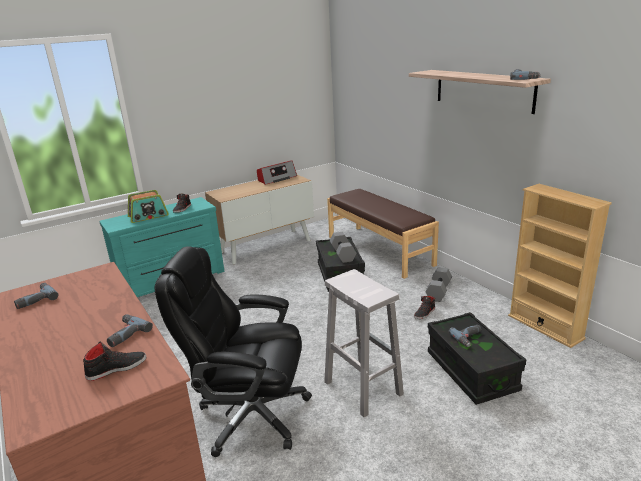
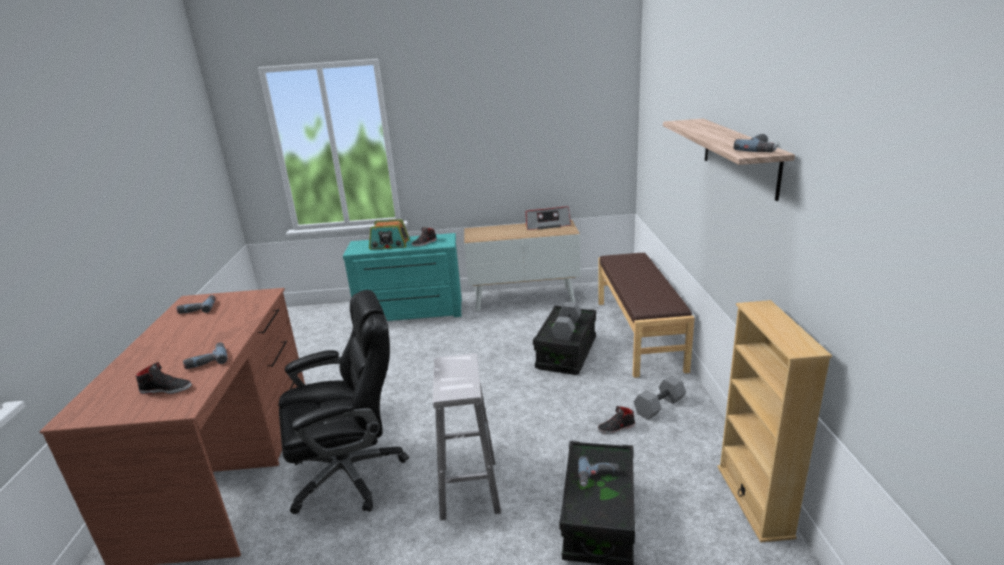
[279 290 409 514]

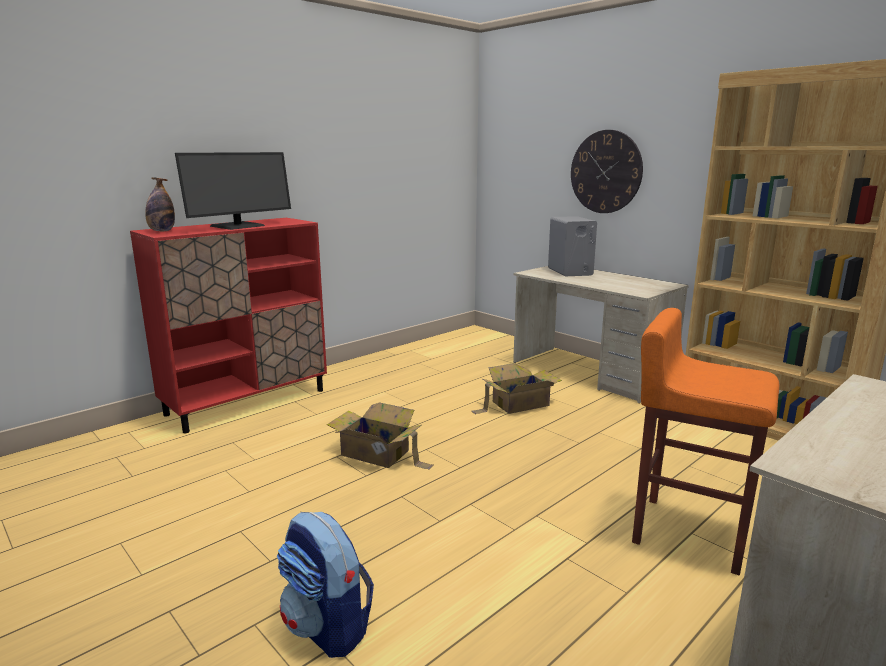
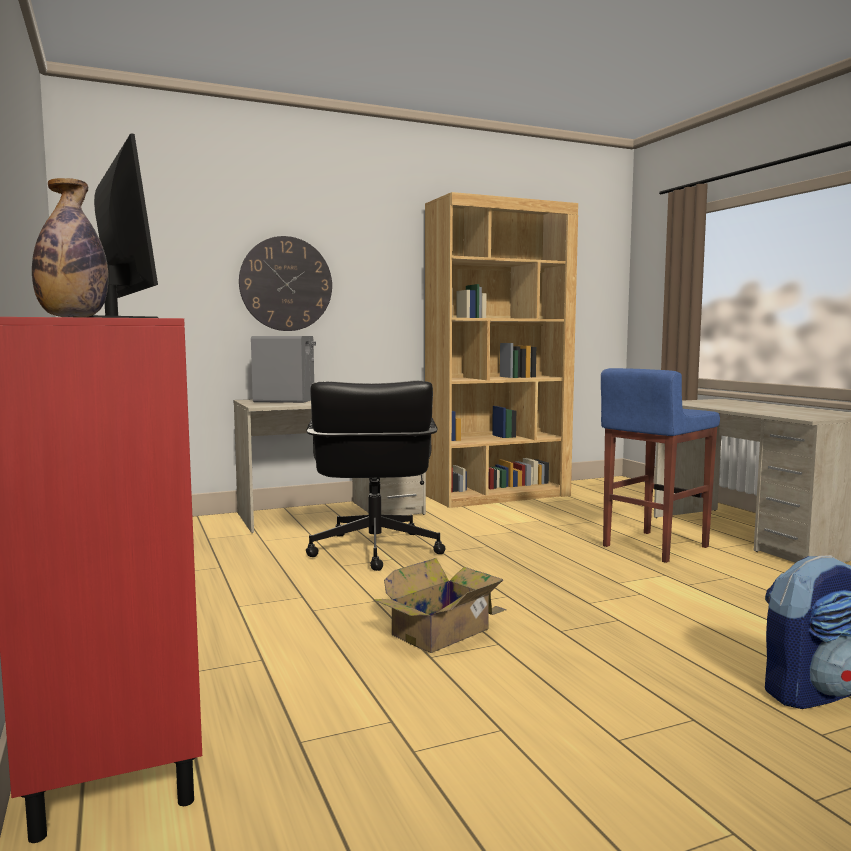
[601 368 720 563]
[306 381 445 571]

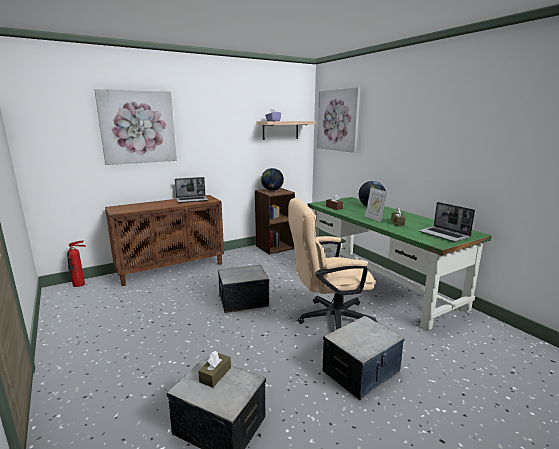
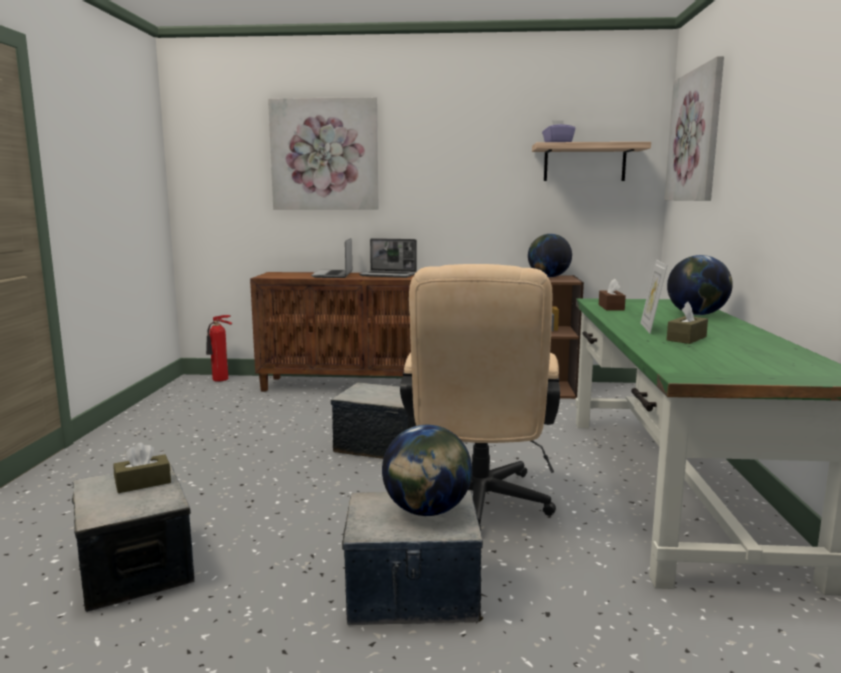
[400 264 560 531]
[311 238 352 278]
[382 425 472 516]

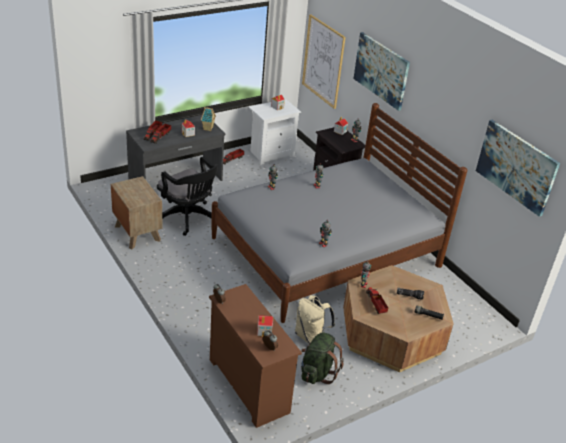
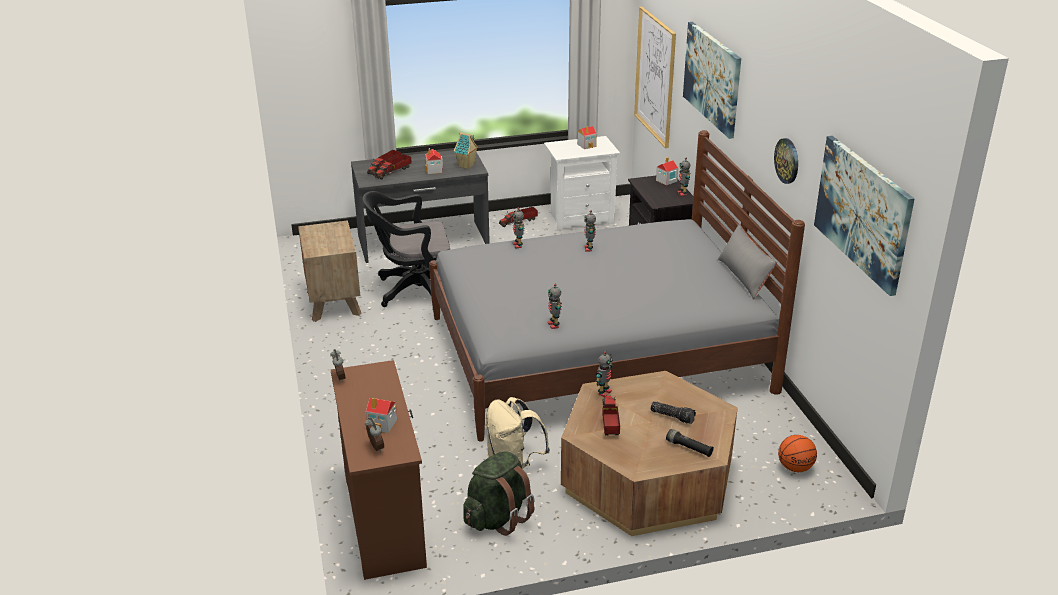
[363 191 450 307]
[774 138 798 184]
[718 224 777 299]
[778 435 817 472]

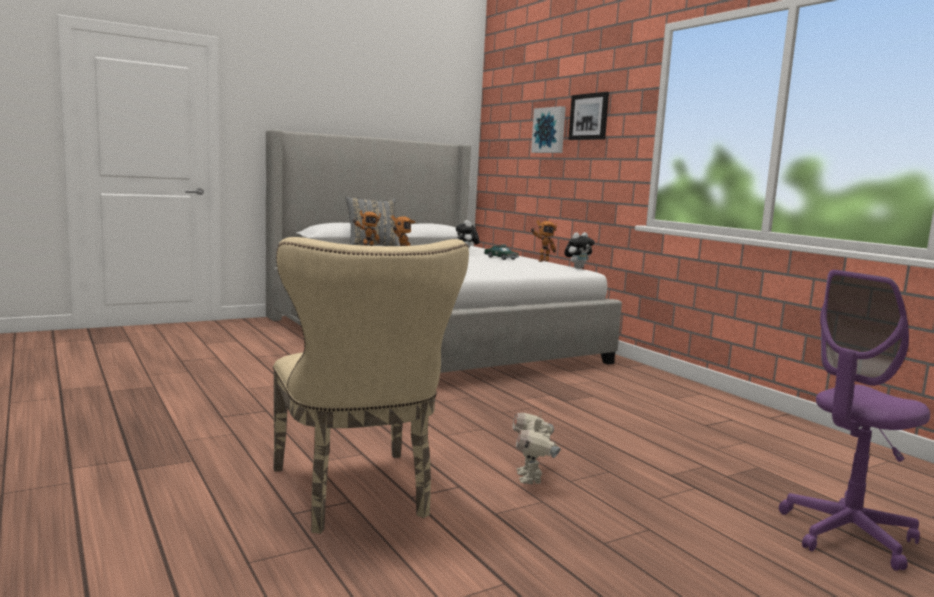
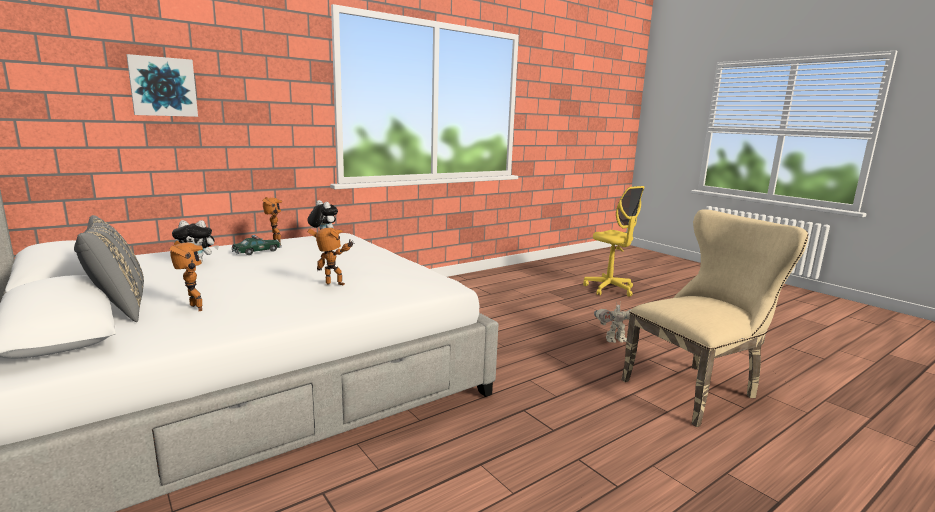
[568 92 609 140] (first image)
[583 186 644 297]

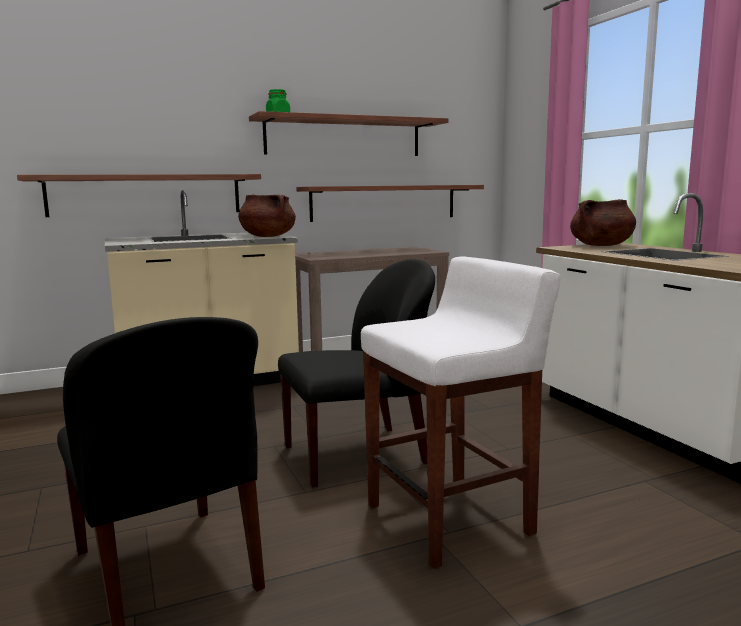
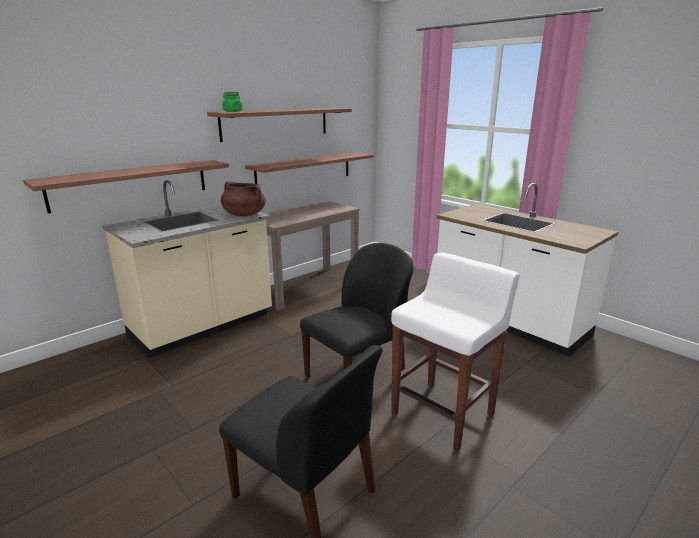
[570 199 636 246] (first image)

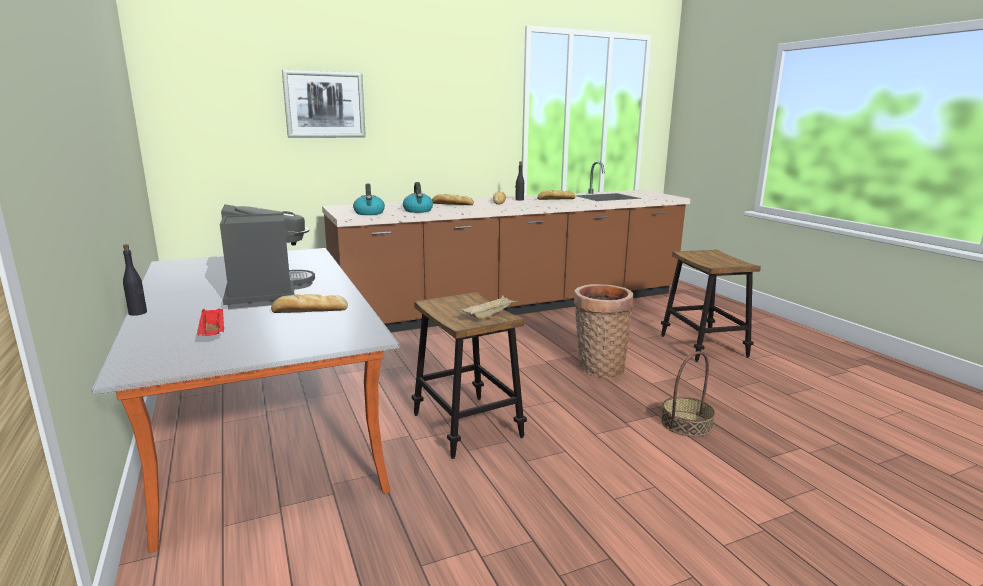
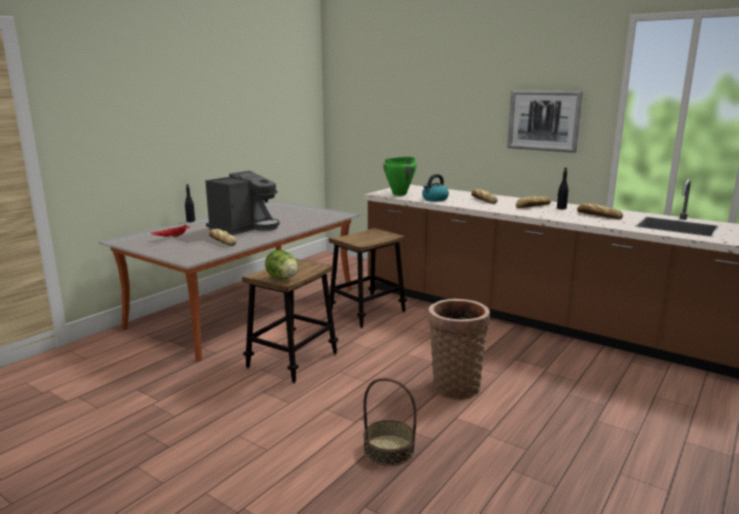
[507 90 583 153]
[383 157 417 196]
[329 228 407 328]
[265 250 298 279]

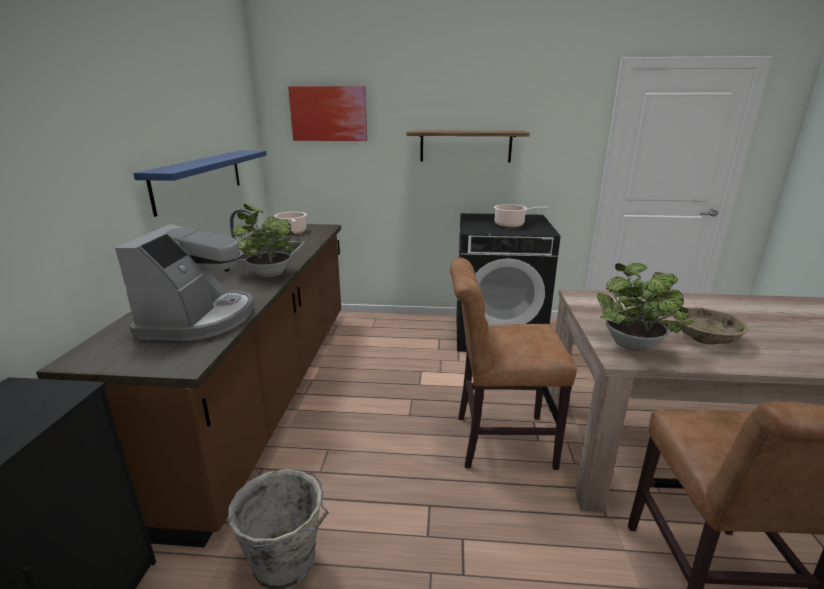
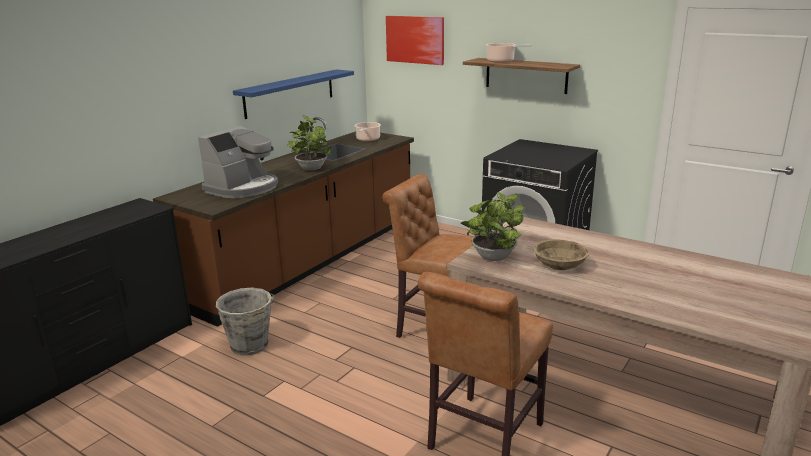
[486 43 532 63]

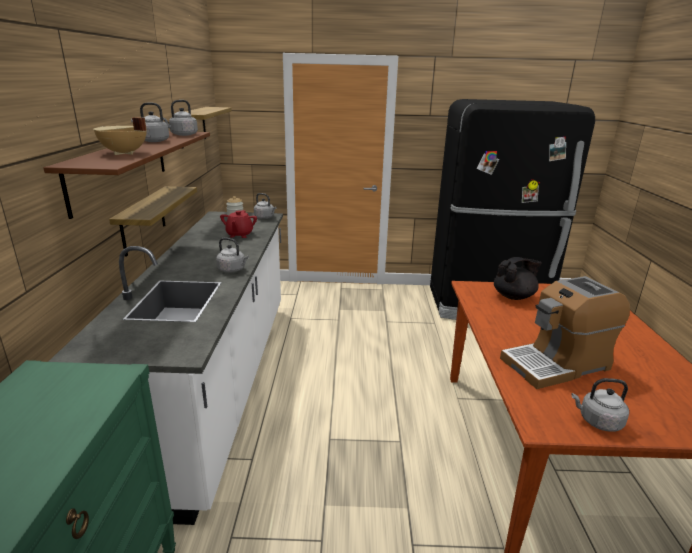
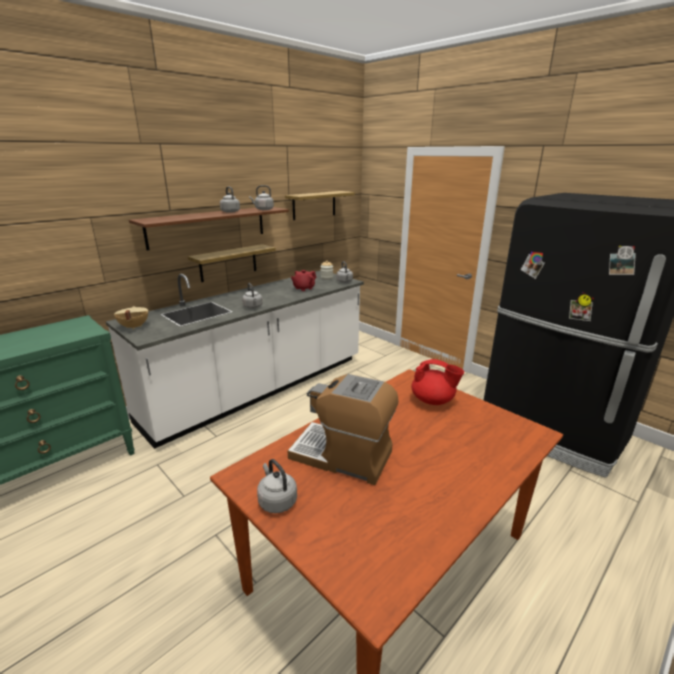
[114 306 148 330]
[411 359 464 405]

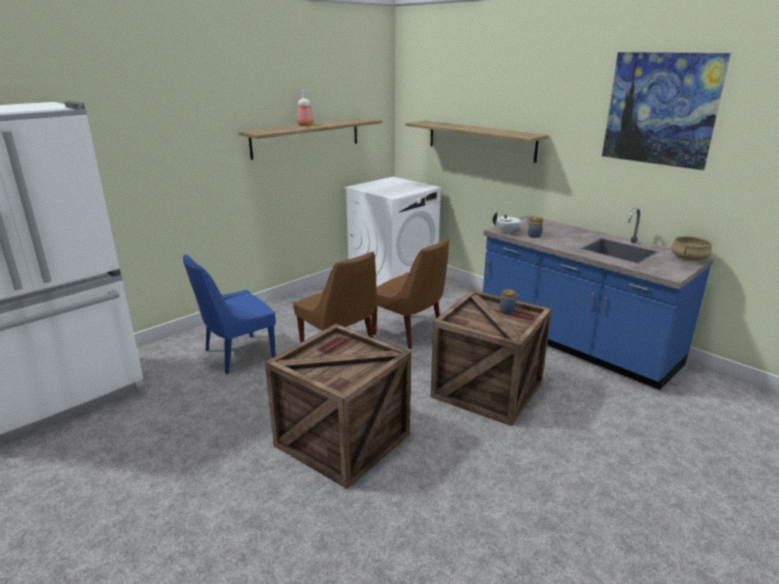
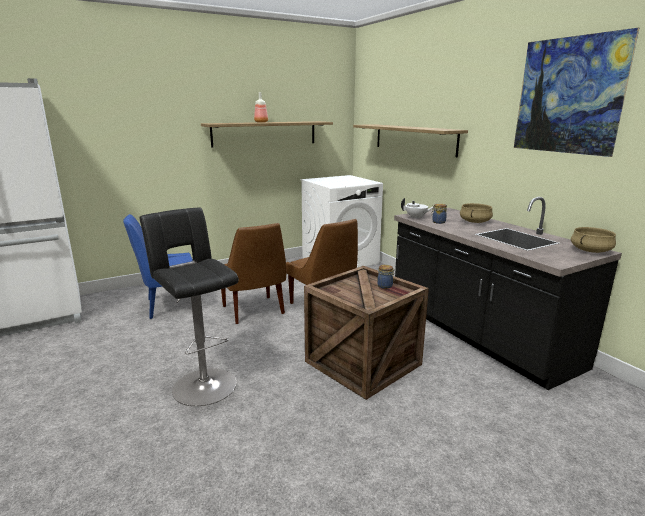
[394 197 622 390]
[139 208 239 406]
[460 203 493 223]

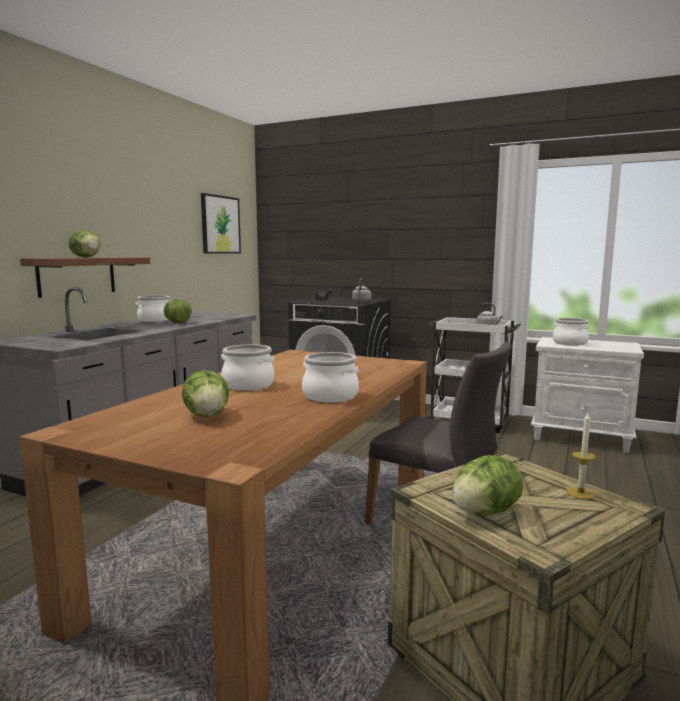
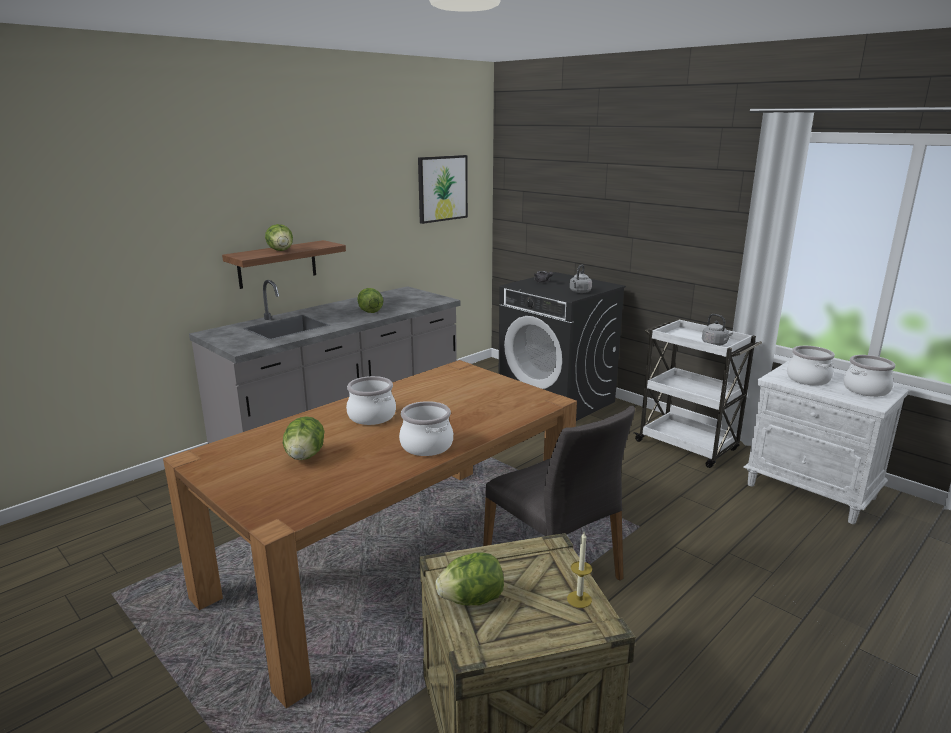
[843 355 895 397]

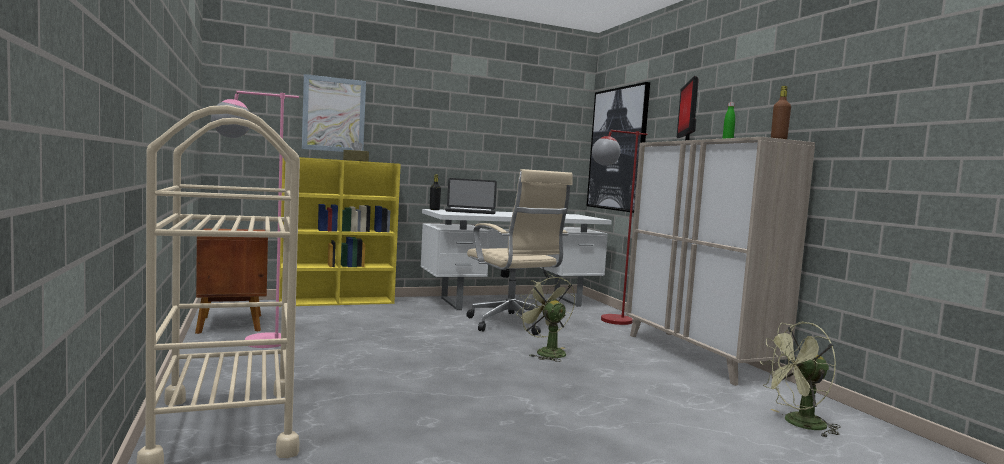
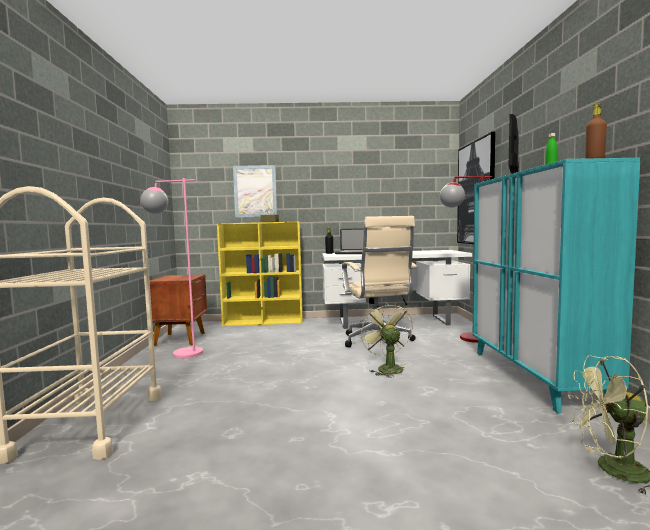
[473 158 640 413]

